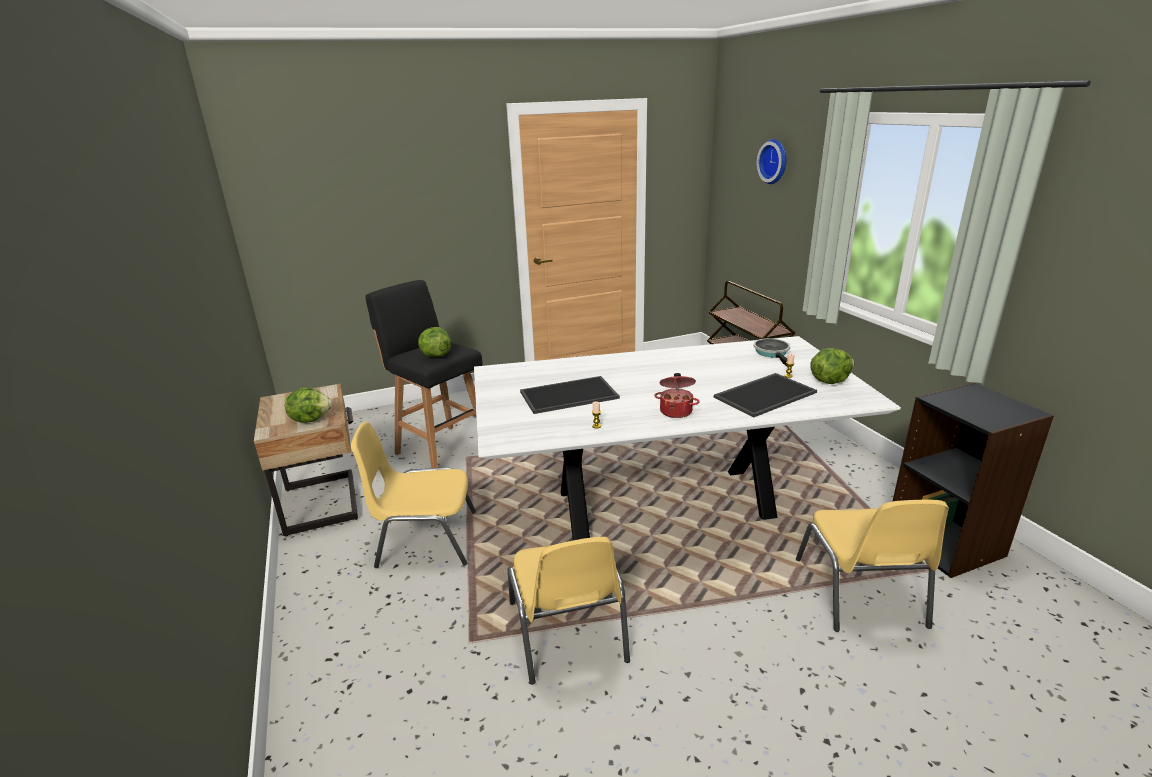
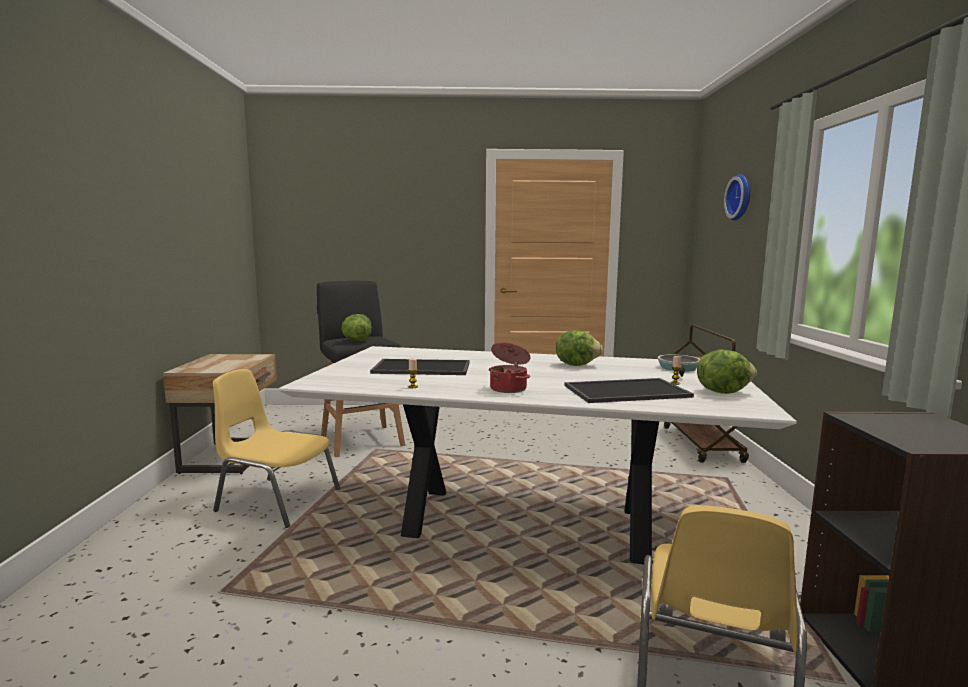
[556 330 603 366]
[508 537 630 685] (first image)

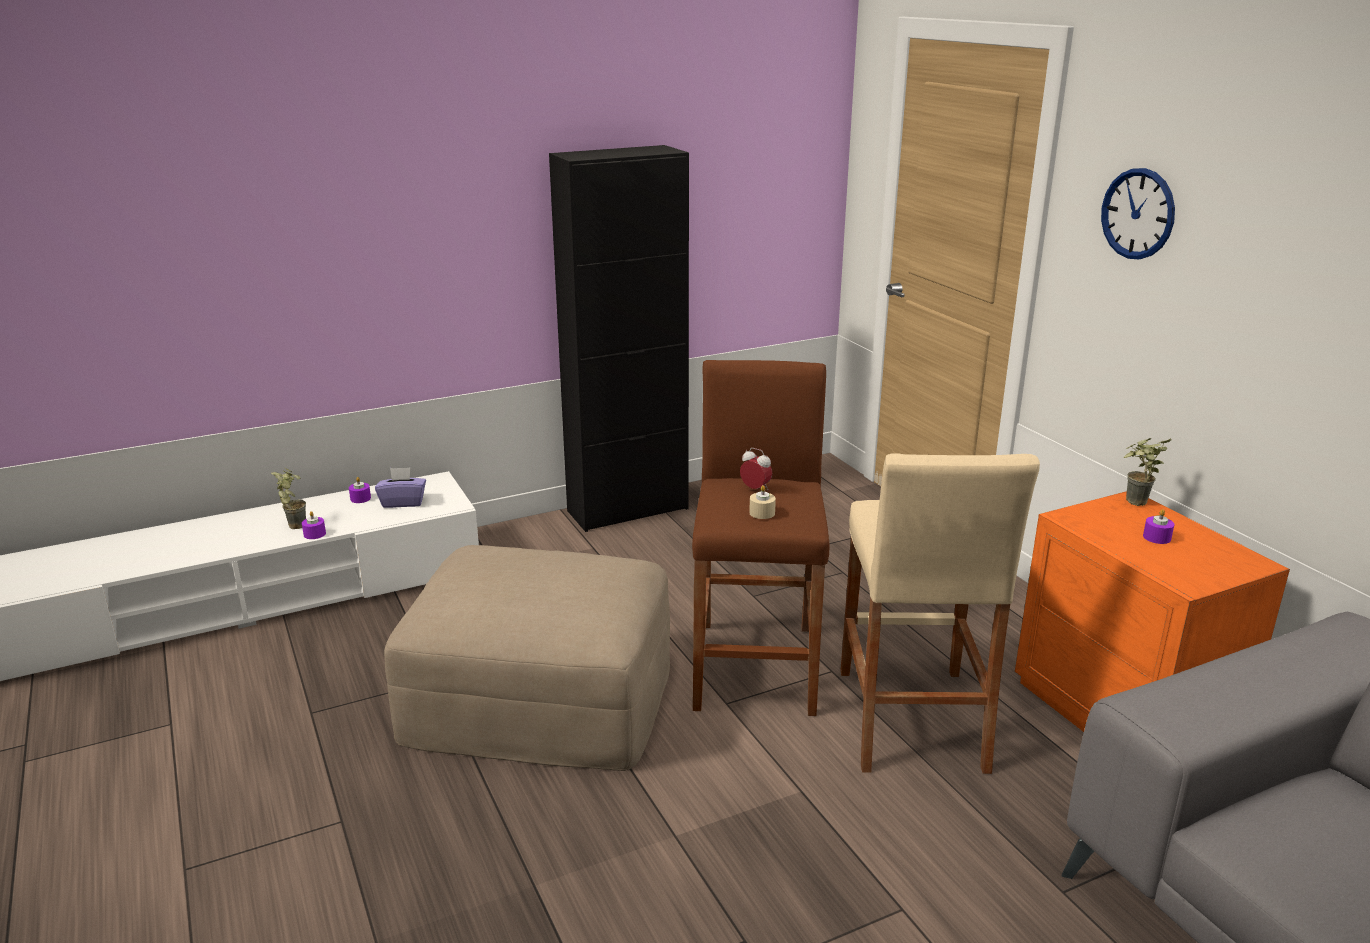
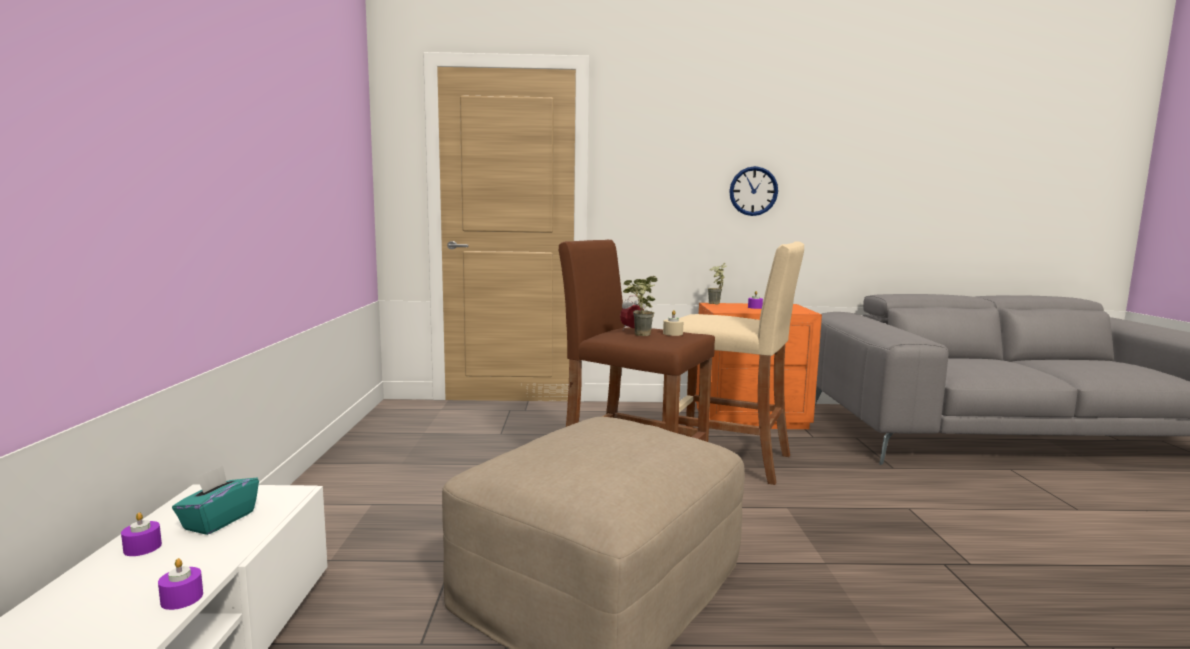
[549 145 689 532] (first image)
[729 166 778 216]
[172 466 259 535]
[623 276 658 336]

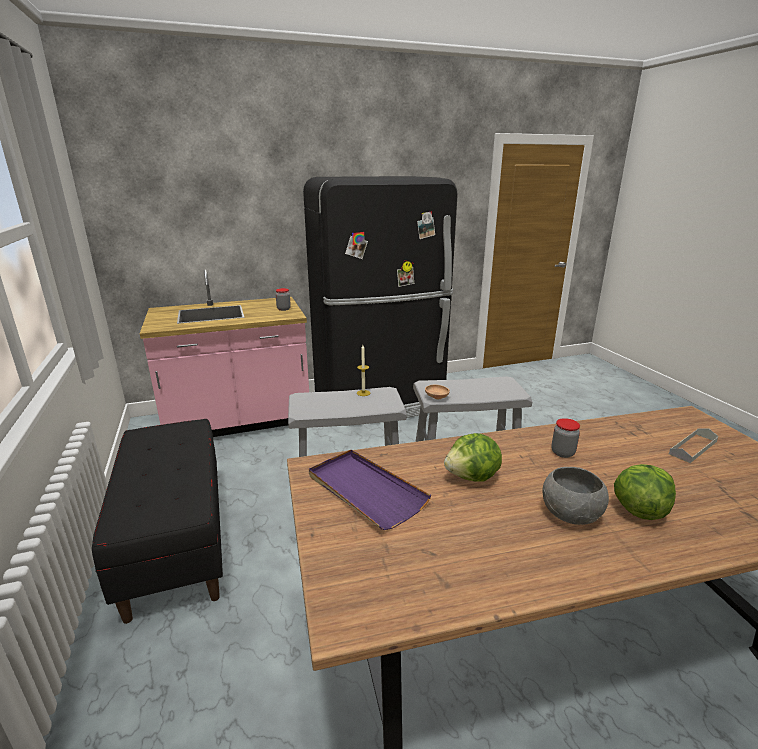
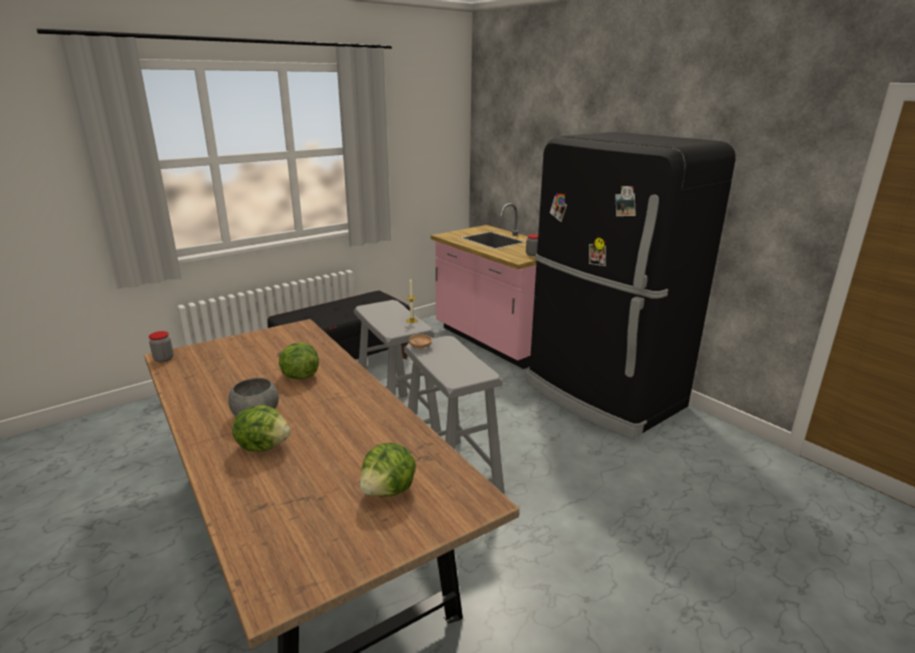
[149 331 174 362]
[359 443 416 497]
[309 450 431 530] (first image)

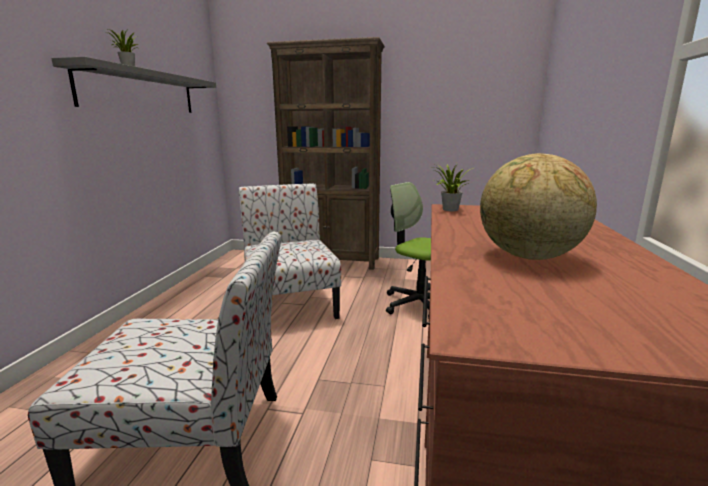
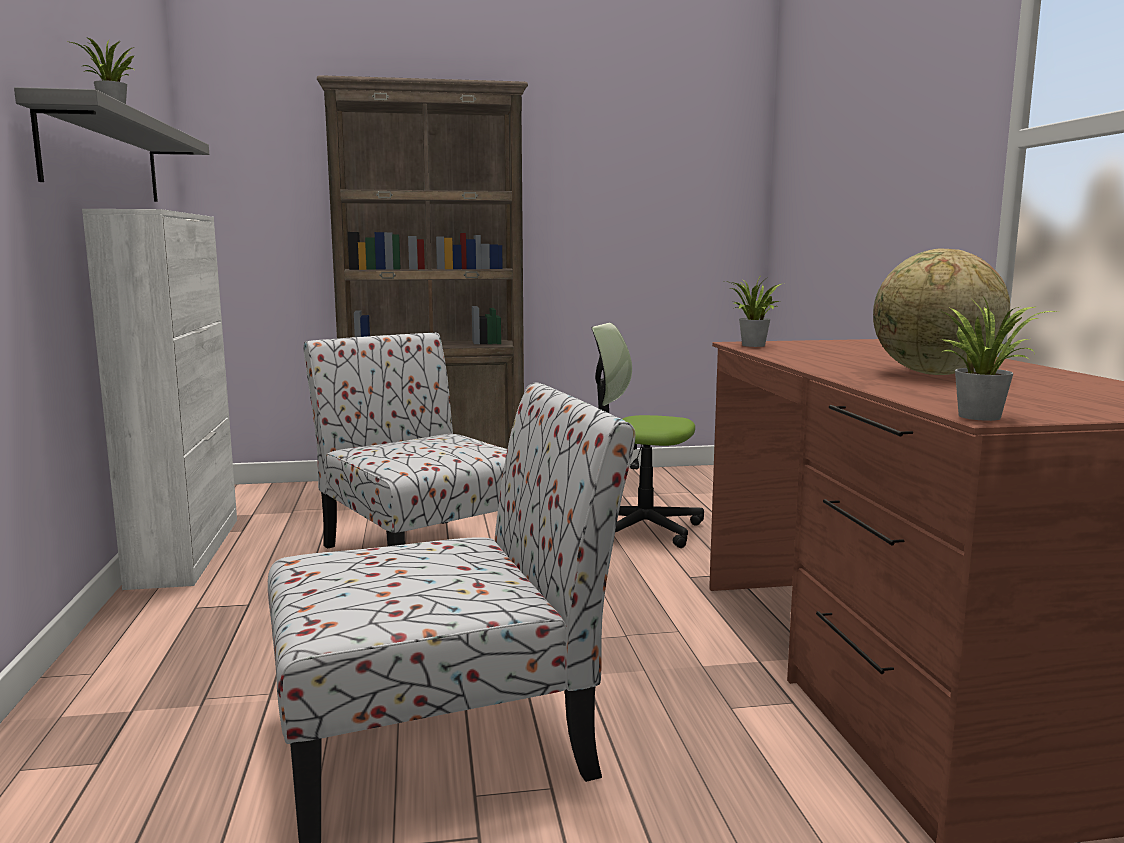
[82 209 237 590]
[937 298 1056 421]

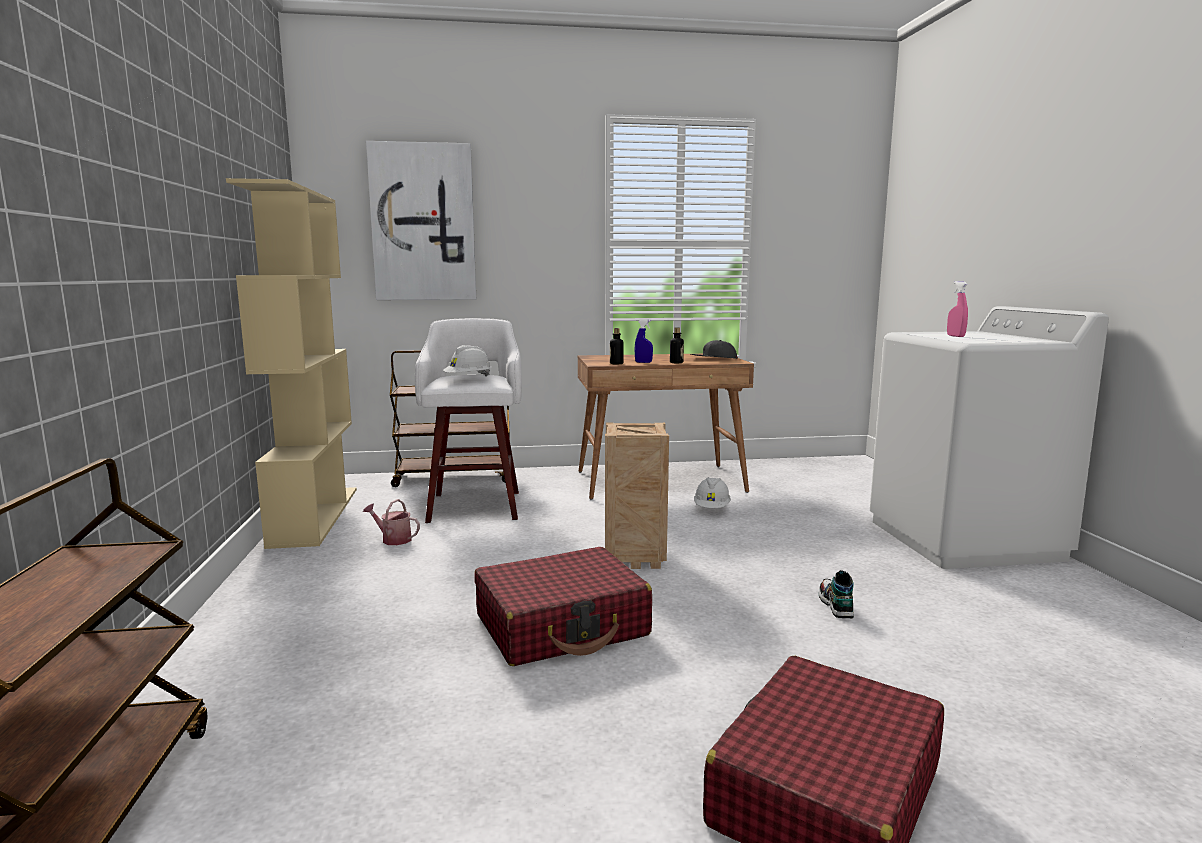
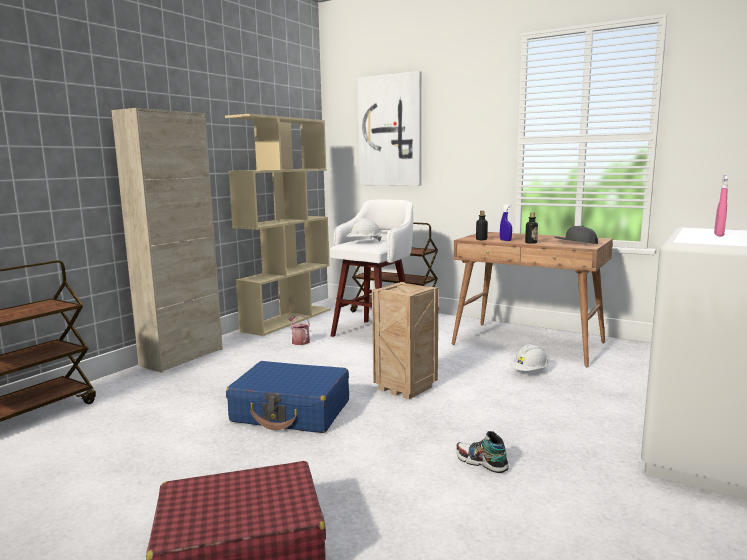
[226 361 349 433]
[456 431 509 473]
[111 108 223 373]

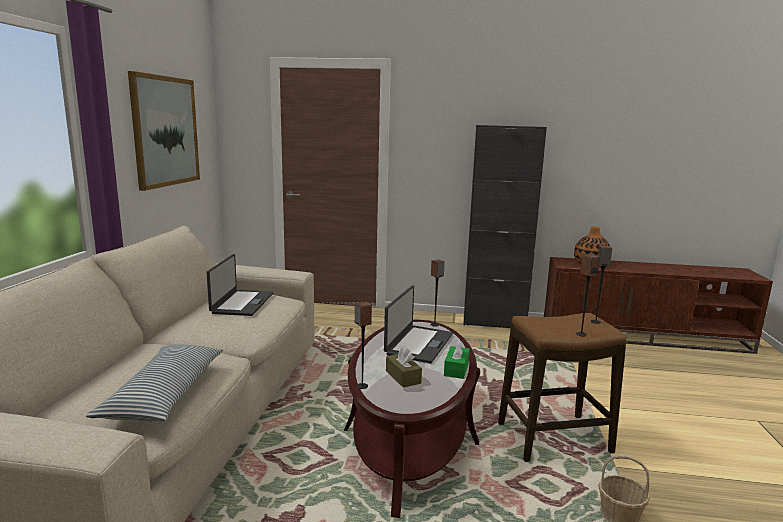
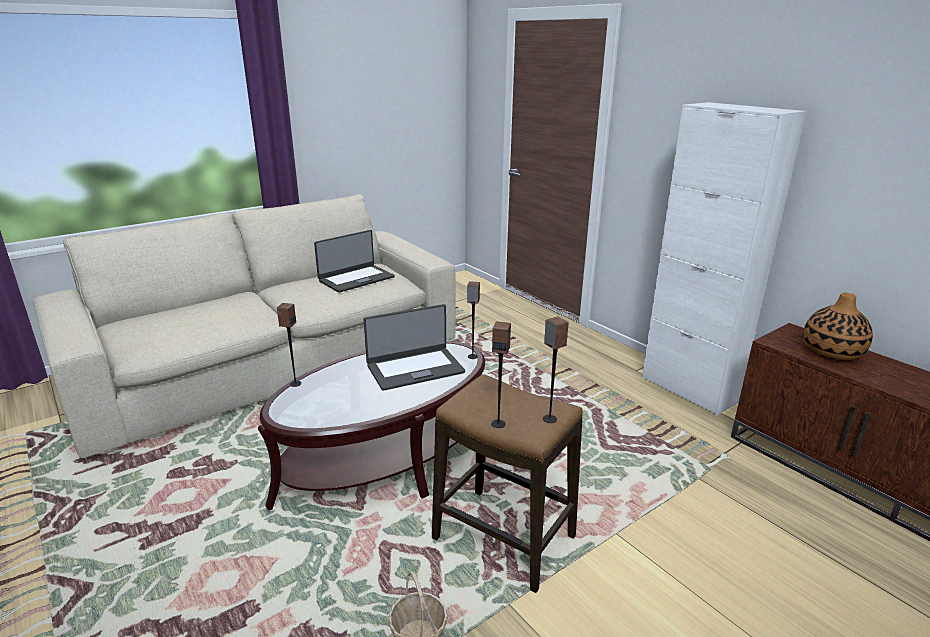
[128 71 200 191] (first image)
[642 102 806 416]
[444 340 470 379] (first image)
[86 345 223 421] (first image)
[386 347 422 388] (first image)

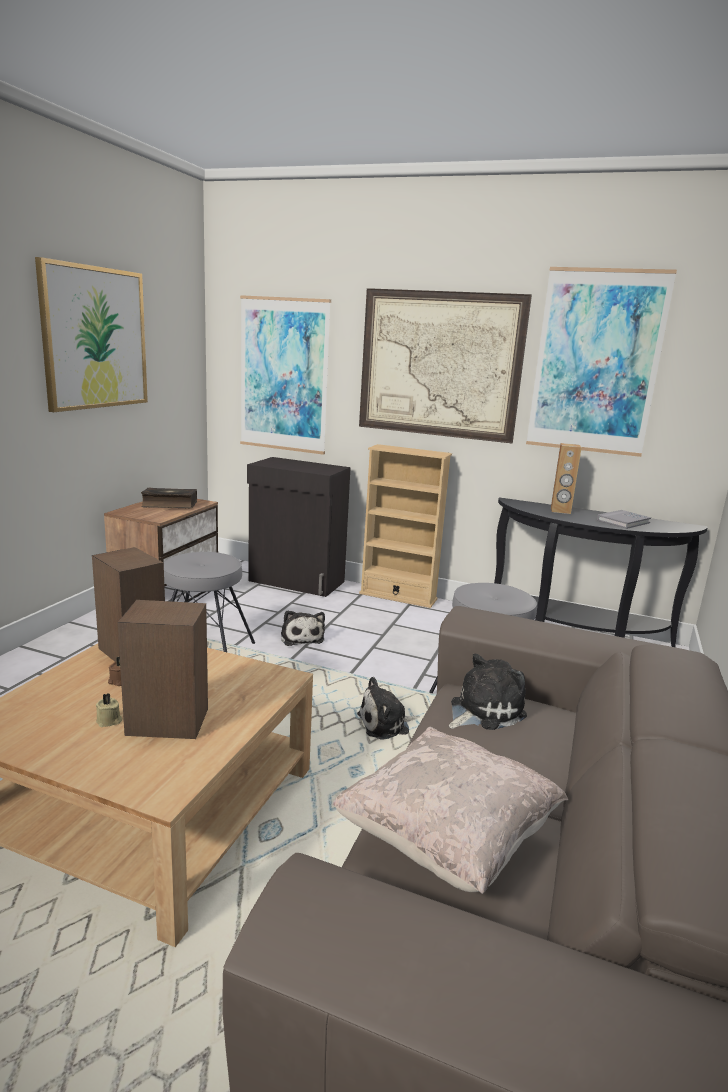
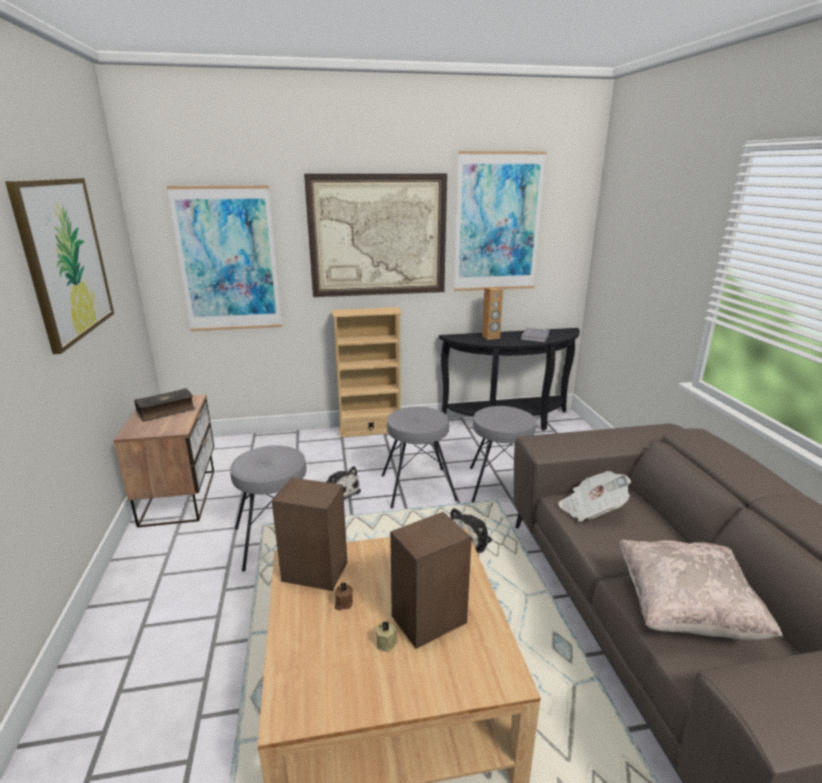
[247 457 351 597] (first image)
[558 471 631 522]
[382 407 458 508]

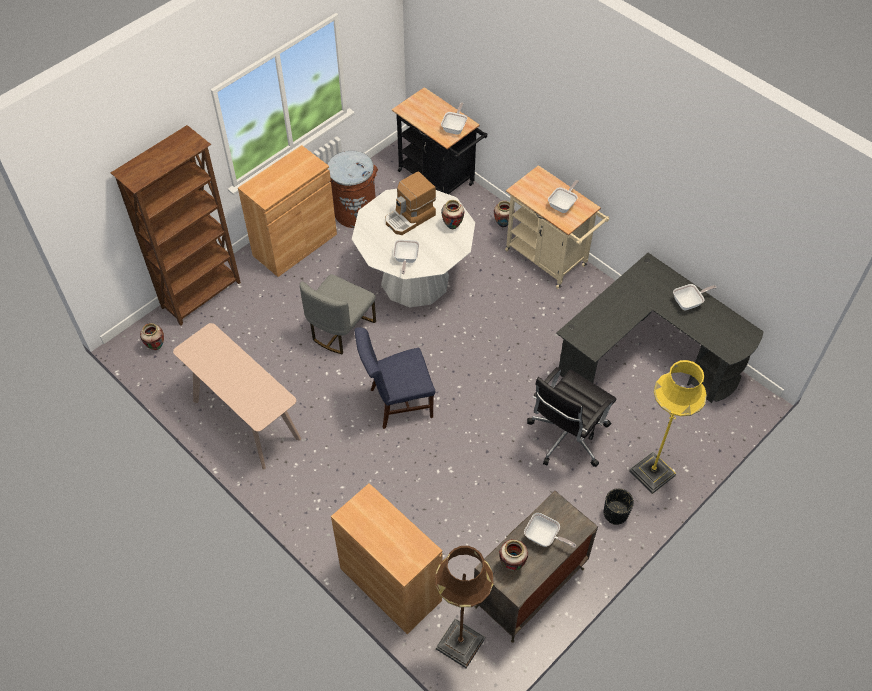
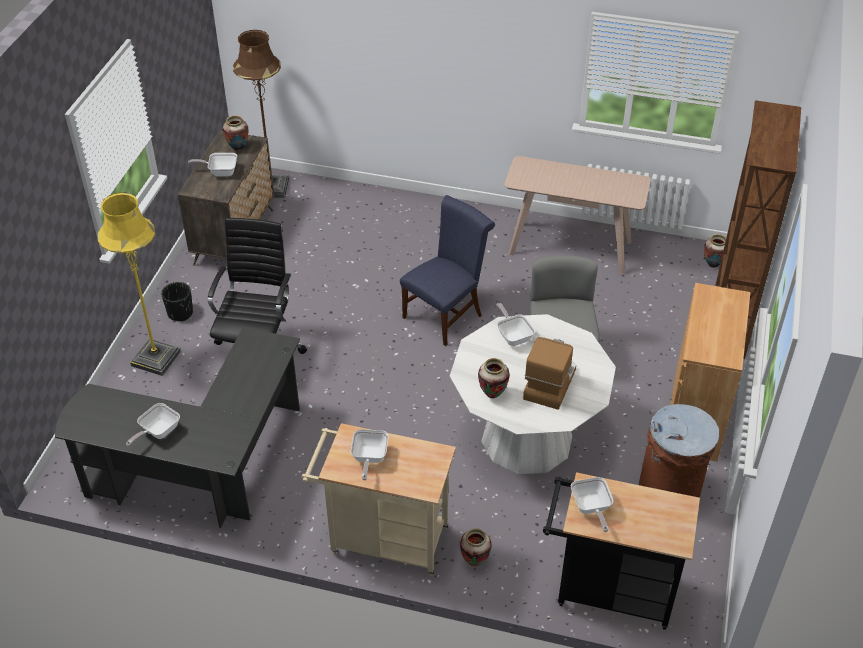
[331 483 443 634] (first image)

